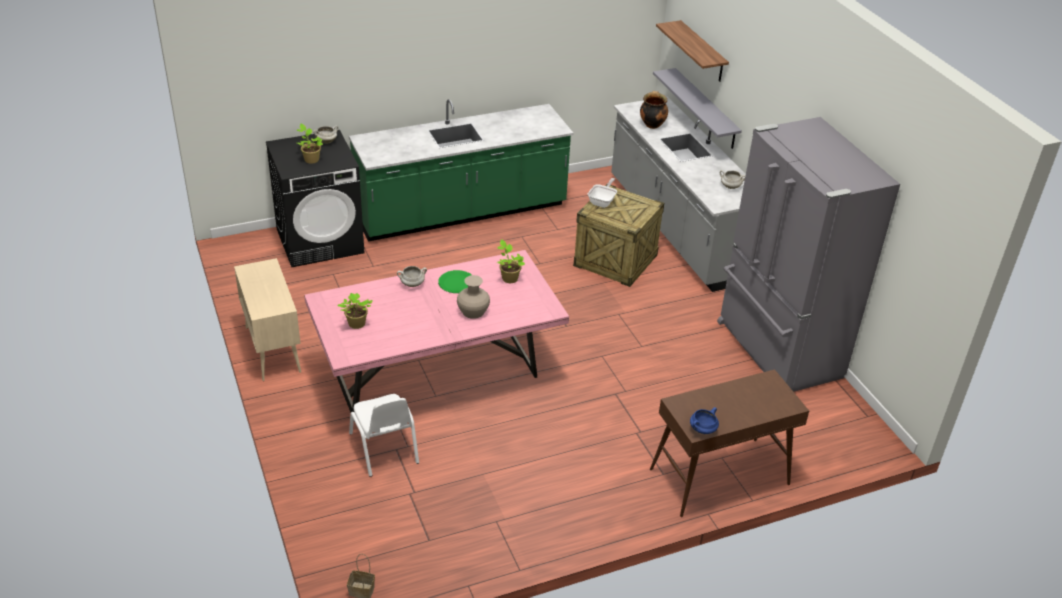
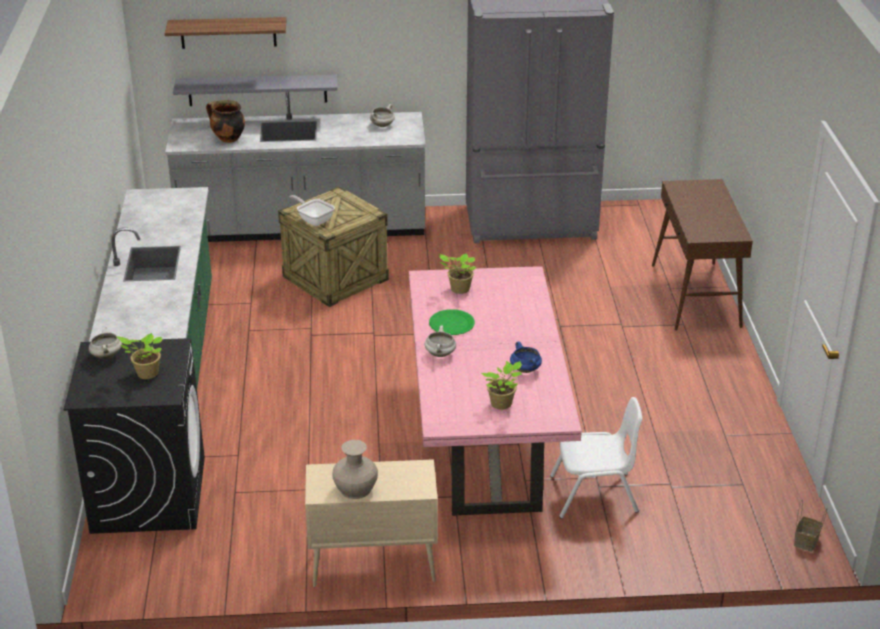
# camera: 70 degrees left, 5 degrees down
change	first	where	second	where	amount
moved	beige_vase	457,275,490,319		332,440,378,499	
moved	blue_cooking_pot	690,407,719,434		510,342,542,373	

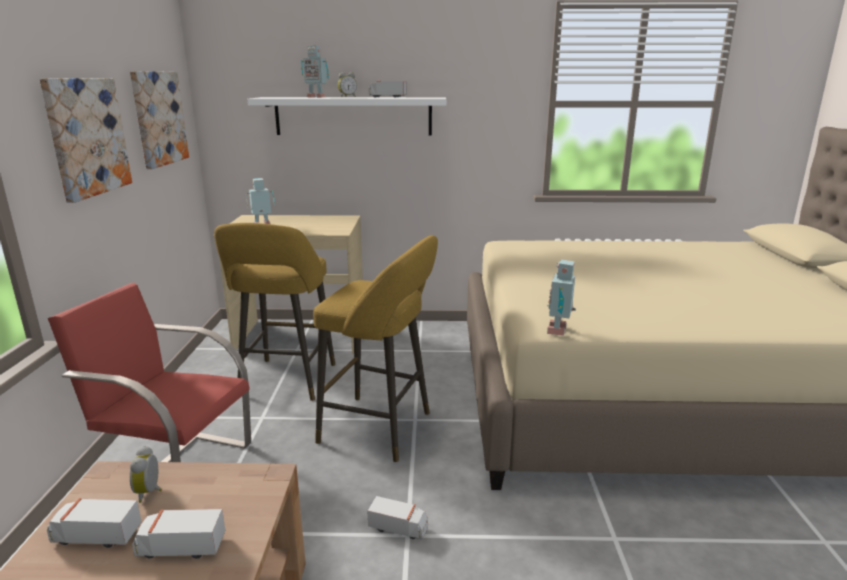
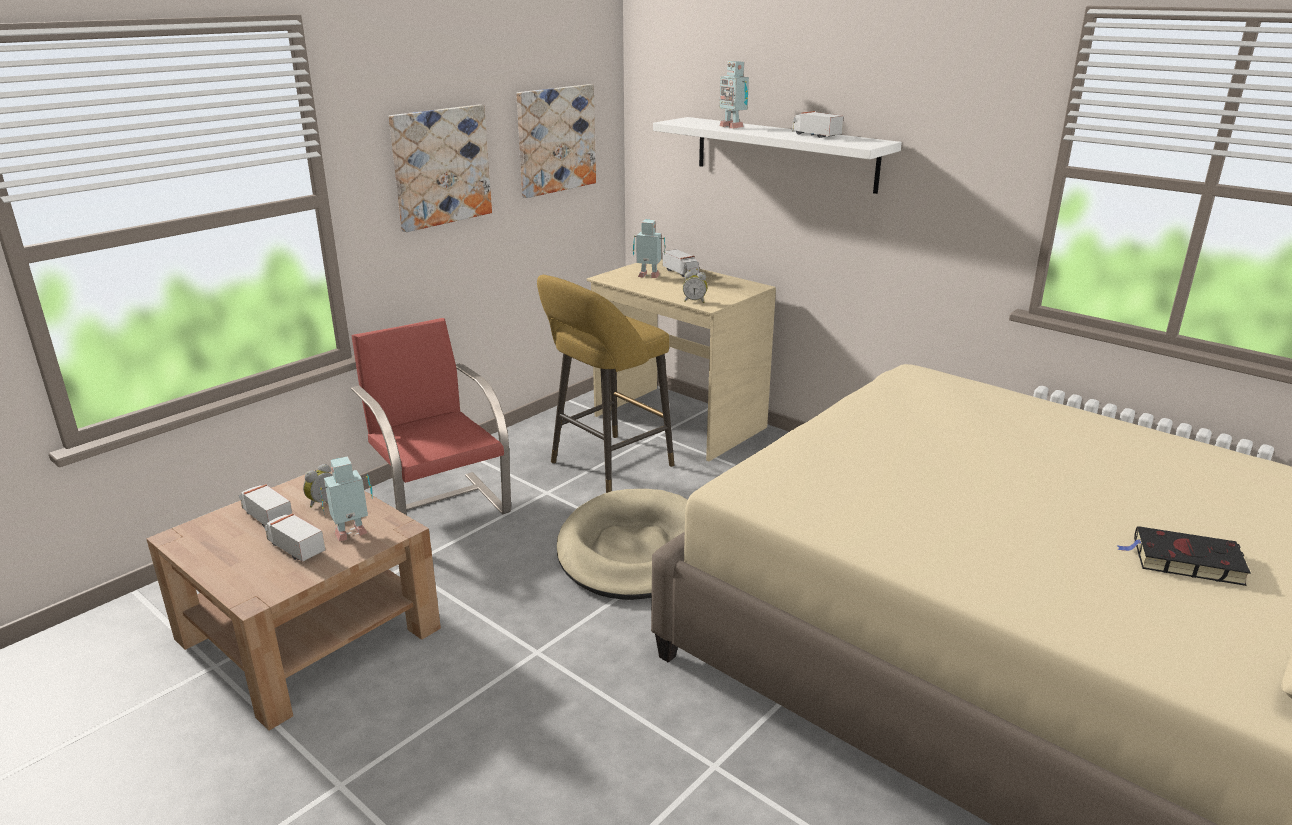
# camera: 40 degrees right, 5 degrees up
change	first	where	second	where	amount
moved	alarm_clock	338,72,357,97		683,271,708,303	
replaced	yellow_stool	313,235,438,462	beige_dog_bed	557,489,687,600	
moved	toy_robot	547,259,576,336		320,456,373,541	
moved	toy_truck	368,496,428,540		663,249,699,277	
added			black_book	1117,526,1251,586	

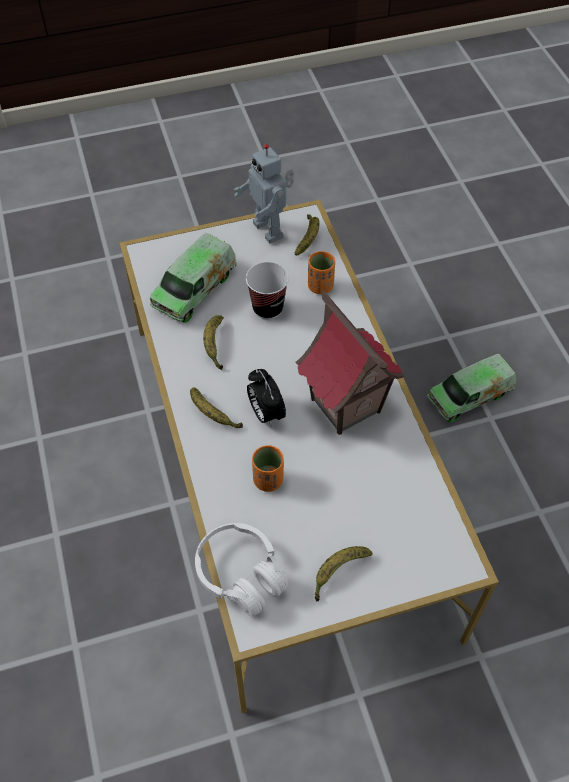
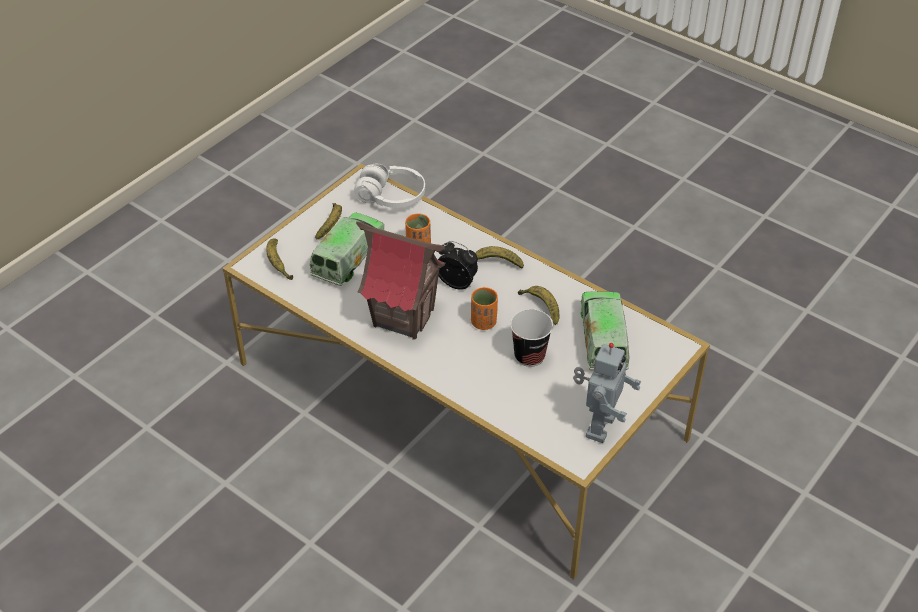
# camera: 145 degrees right, 10 degrees down
change	first	where	second	where	amount
turned	toy_robot	234,144,294,243		573,343,641,443	90 degrees clockwise
moved	banana	295,214,319,255		266,238,293,280	
moved	orange_cup	308,251,335,294		471,287,498,330	
moved	toy_truck	427,354,516,422		310,212,384,286	

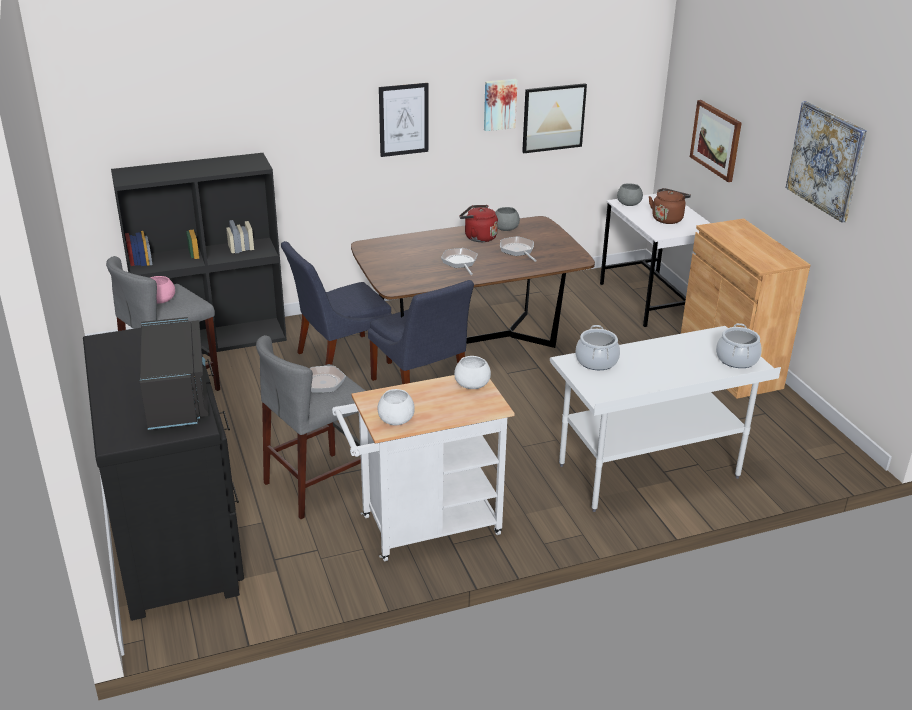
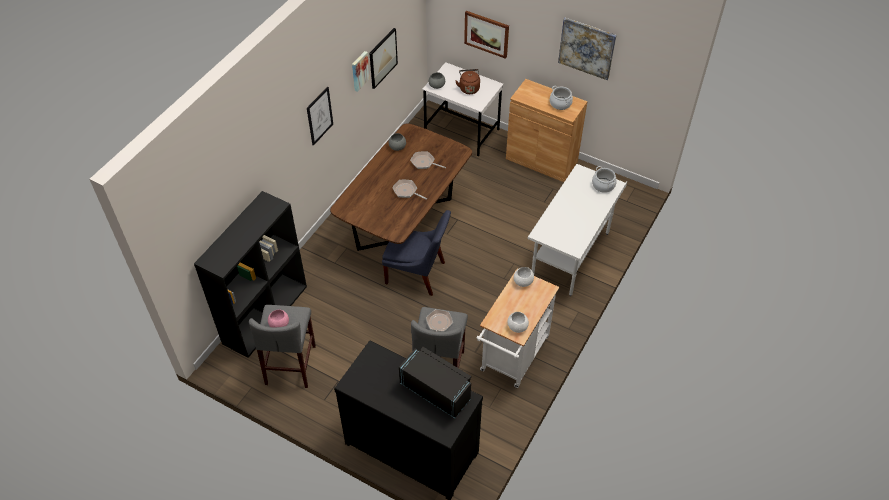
# camera: 40 degrees left, 20 degrees up
change	first	where	second	where	amount
removed	red_kettle	459,205,498,242			
removed	blue_chair	281,241,392,365			
moved	cooking_pot	576,325,620,370		550,86,573,110	

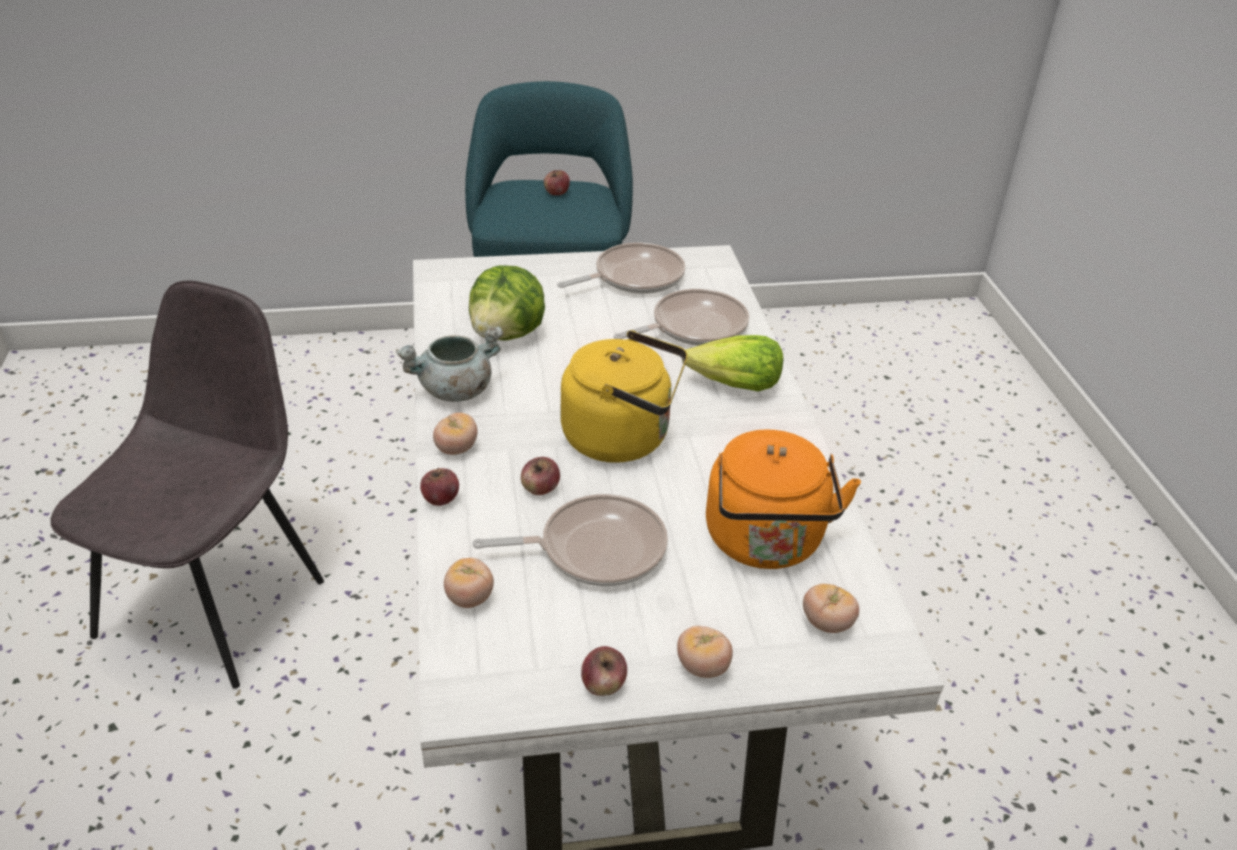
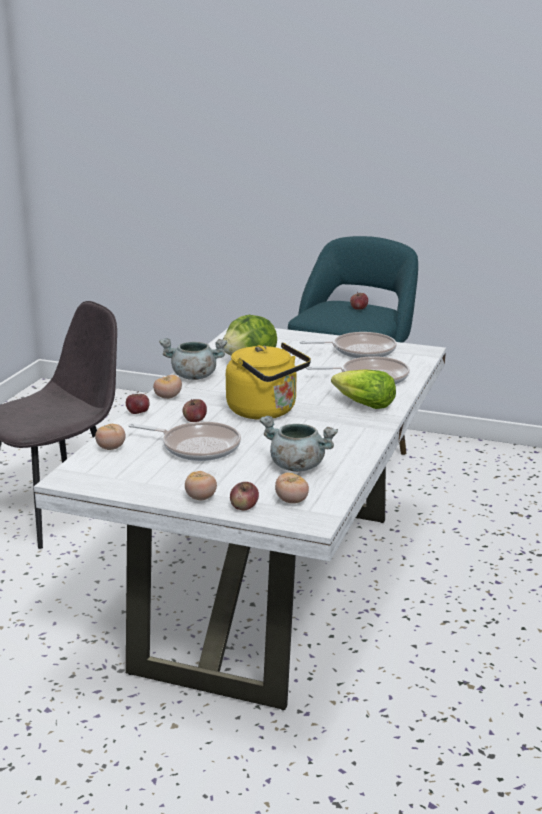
# camera: 30 degrees right, 15 degrees down
change	first	where	second	where	amount
replaced	orange_kettle	706,430,861,569	grey_cooking_pot	259,416,338,472	
moved	apple	581,646,627,696		230,482,259,511	

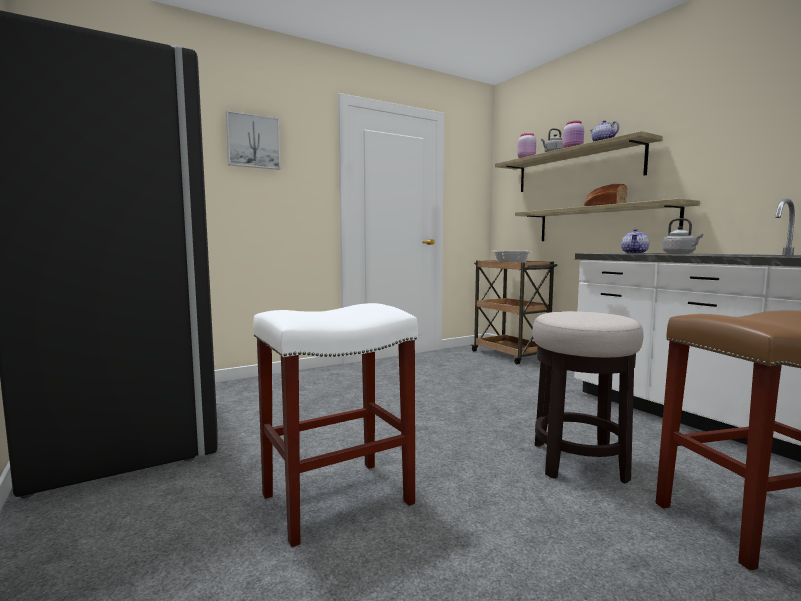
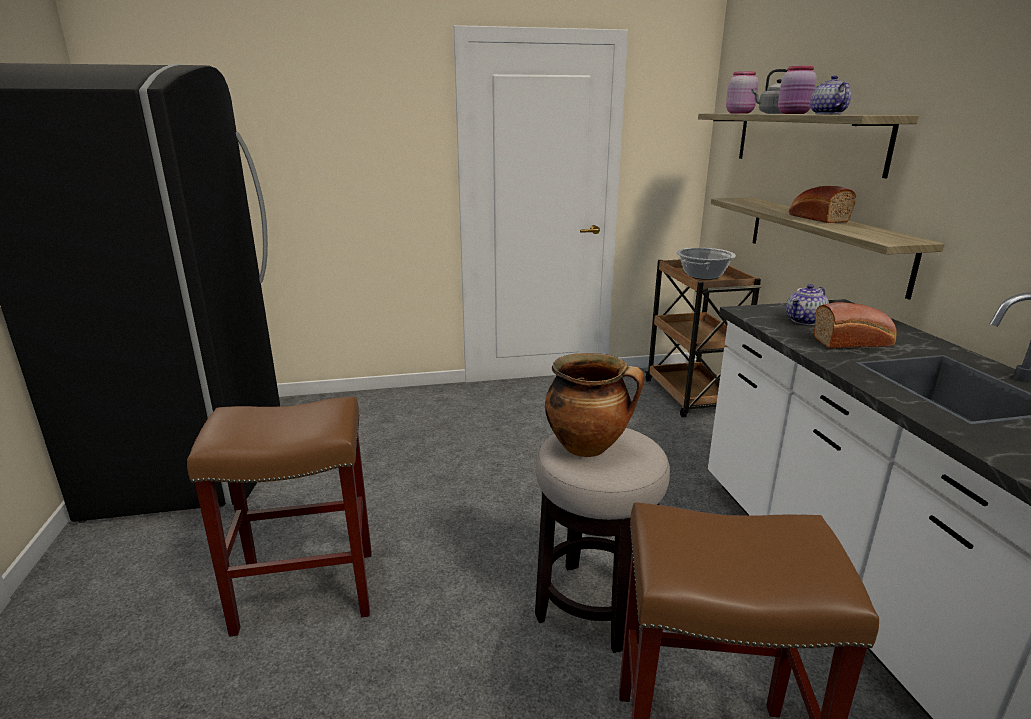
# camera: 20 degrees right, 15 degrees up
change	first	where	second	where	amount
removed	picture	226,111,281,170			
replaced	grey_kettle	663,218,703,254	bread	814,302,897,348	
recoloured	white_stool	253,303,418,547	brown_stool	187,396,371,637	
added			cooking_pot	545,353,644,457	

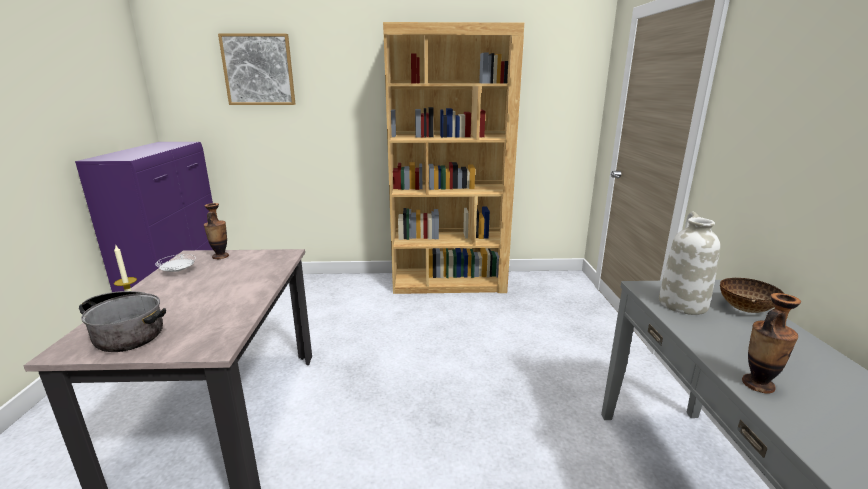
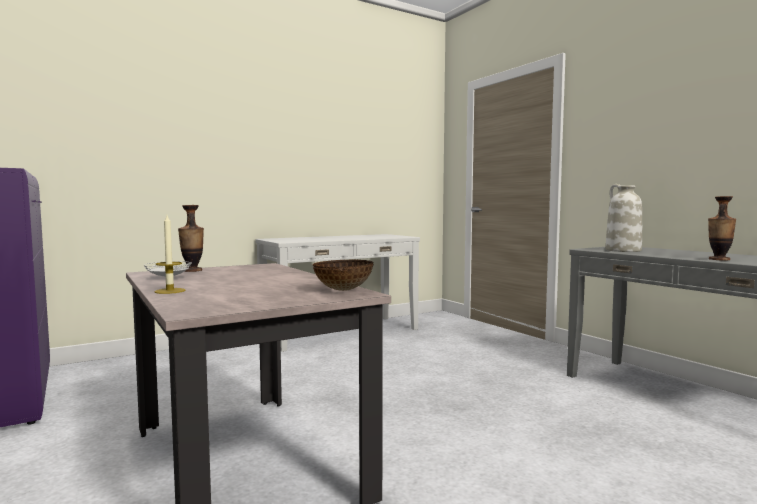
# camera: 30 degrees left, 15 degrees down
change	first	where	second	where	amount
replaced	brown_bookcase	383,22,524,294	white_console_table	255,234,420,352	
removed	picture	218,33,296,105			
moved	bowl	720,278,784,313		312,260,373,291	
removed	cooking_pot	79,291,166,352			

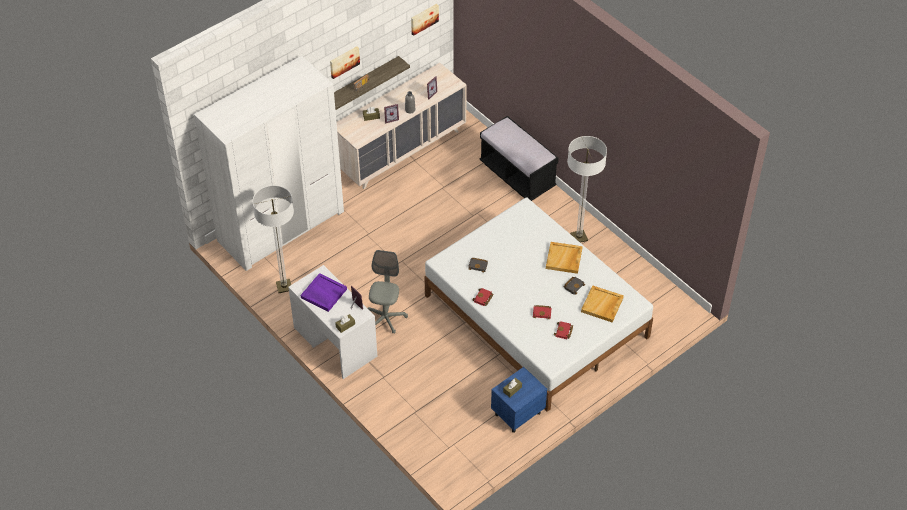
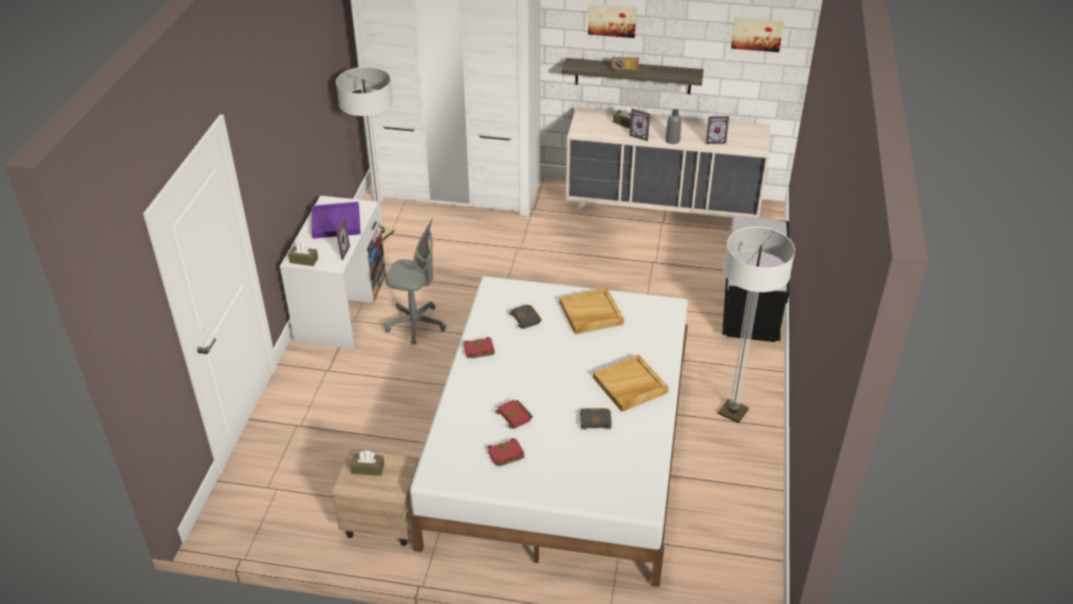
# camera: 50 degrees right, 10 degrees down
change	first	where	second	where	amount
turned	grey_office_chair	368,250,408,334		384,219,446,345	45 degrees clockwise
moved	beige_tray	581,285,624,322		559,288,624,334	
recoloured	blue_nightstand	491,367,547,433	beige_nightstand	332,448,419,546	

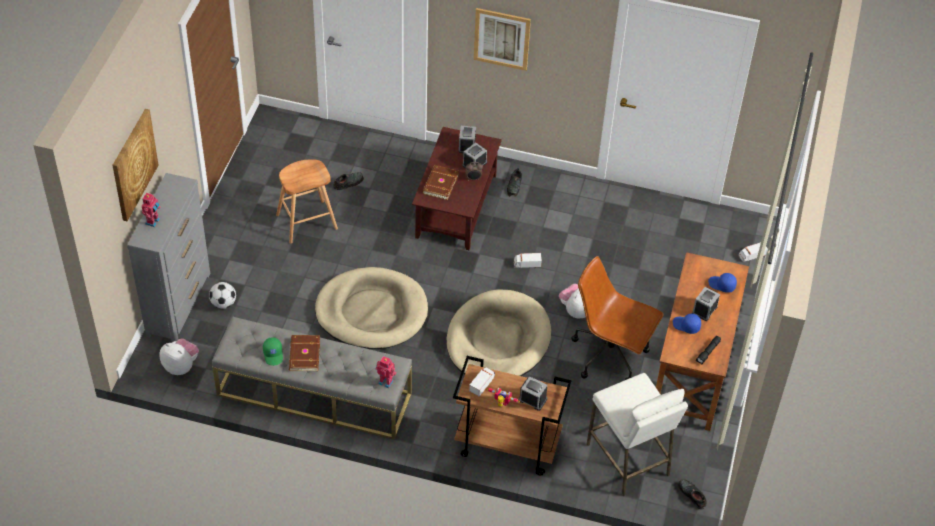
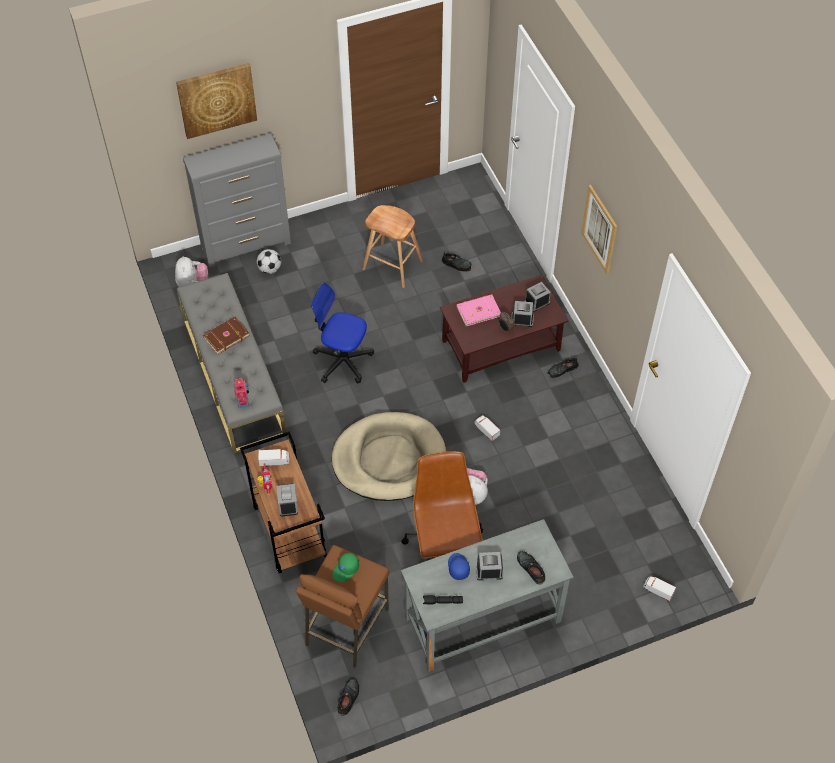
# camera: 55 degrees right, 5 degrees up
change	first	where	second	where	amount
recoloured	brown_book	422,165,459,200	pink_book	456,294,501,326	
removed	toy_robot	142,193,160,227			
recoloured	brown_desk	656,252,749,431	grey_desk	401,519,574,672	
replaced	beige_dog_bed	315,267,428,349	office_chair	311,282,374,383	
replaced	blue_cap	708,273,737,293	black_shoe	517,551,545,584	
moved	green_cap	263,337,283,366		332,553,359,582	
recoloured	white_stool	587,373,688,496	brown_stool	296,545,389,668	

